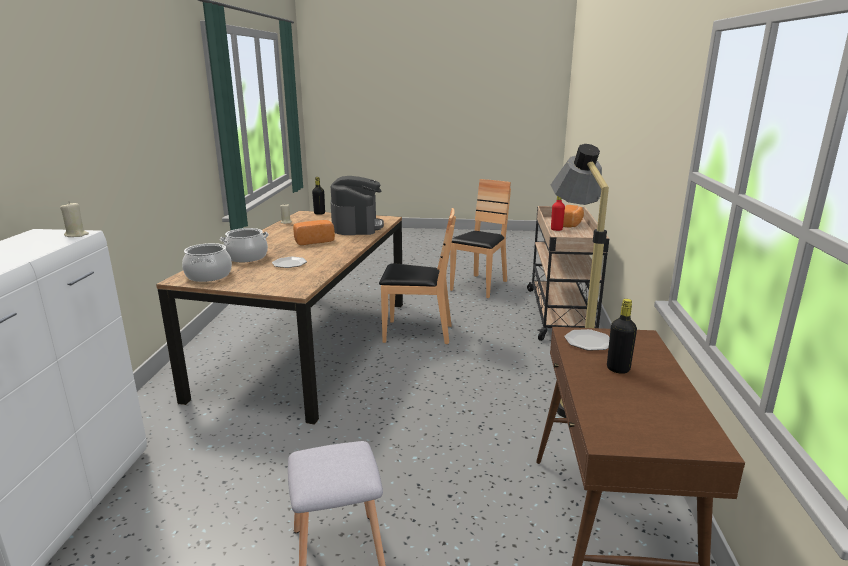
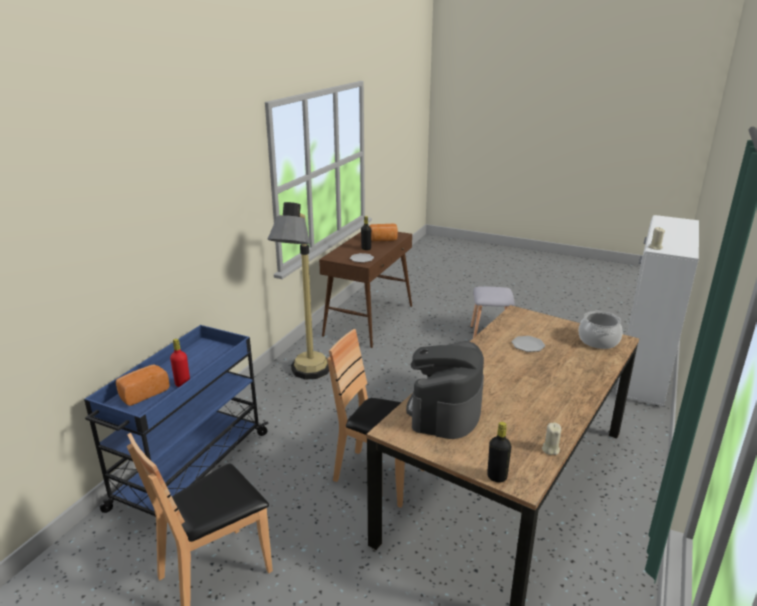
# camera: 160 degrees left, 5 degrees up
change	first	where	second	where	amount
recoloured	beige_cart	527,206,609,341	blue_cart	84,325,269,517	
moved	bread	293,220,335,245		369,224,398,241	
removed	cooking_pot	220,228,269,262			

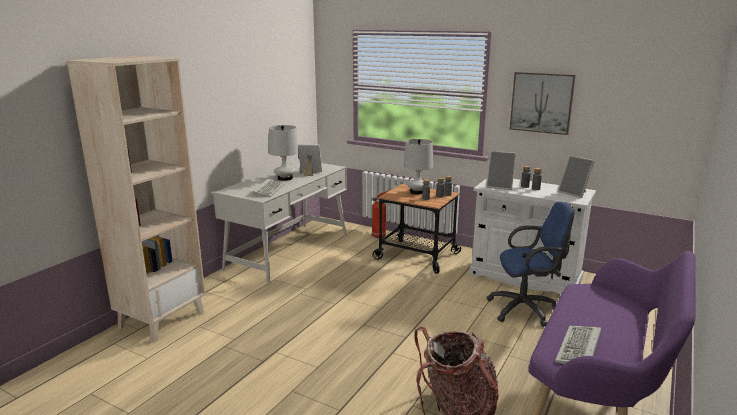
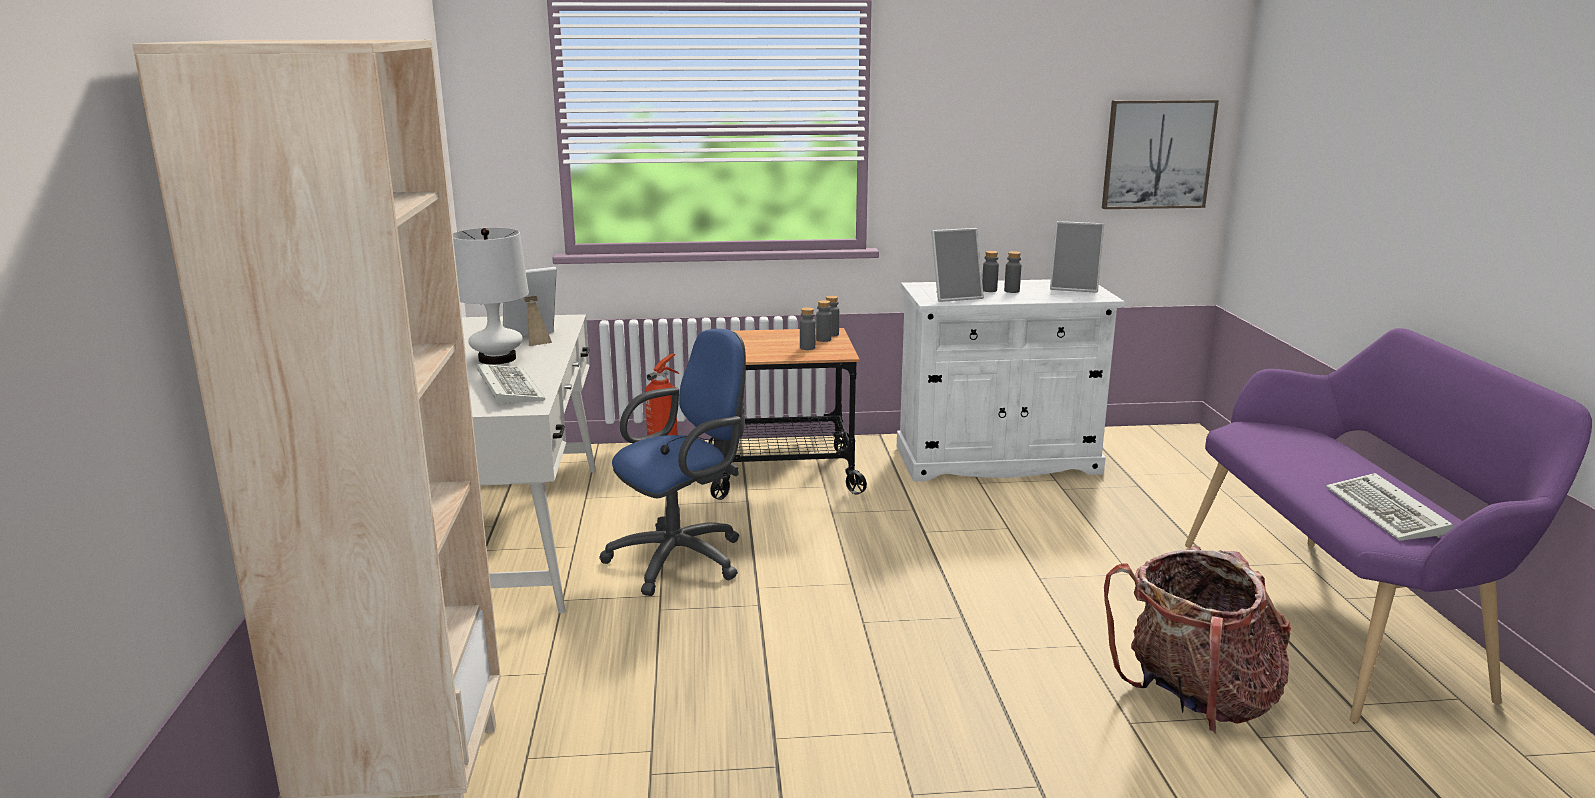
# camera: 35 degrees left, 0 degrees up
change	first	where	second	where	amount
moved	picture	510,72,576,135		1102,100,1219,209	
removed	white_table_lamp	404,139,433,194			
moved	blue_office_chair	487,202,574,327		599,329,746,596	

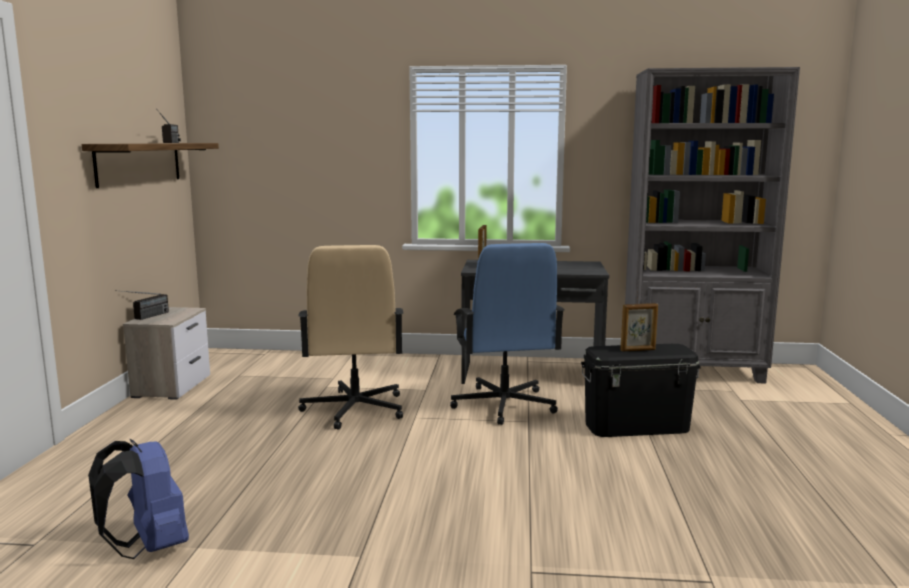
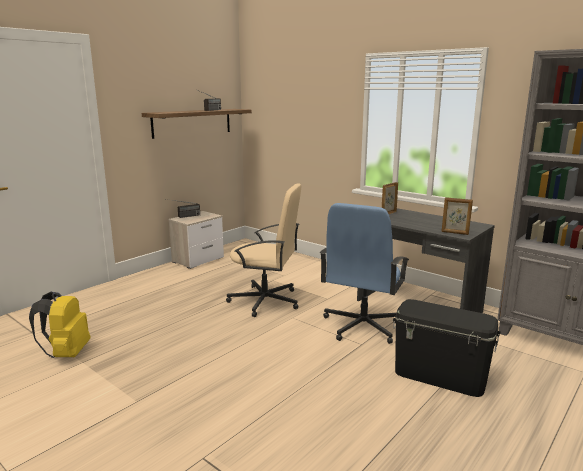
# camera: 35 degrees right, 5 degrees up
change	first	where	second	where	amount
turned	beige_office_chair	298,245,403,429		226,183,301,317	105 degrees counterclockwise
moved	picture_frame	620,303,658,352		441,197,473,235	
recoloured	blue_backpack	88,439,189,559	yellow_backpack	29,292,90,358	

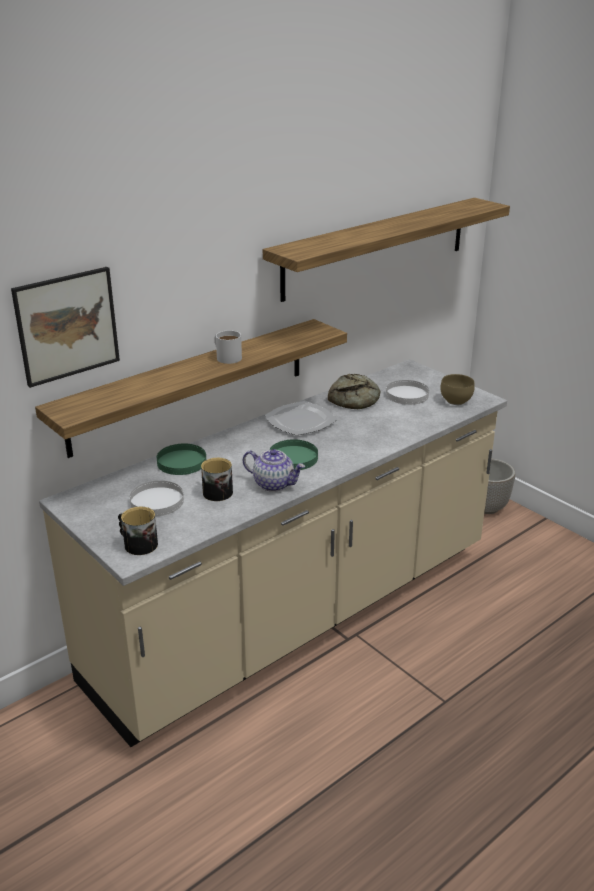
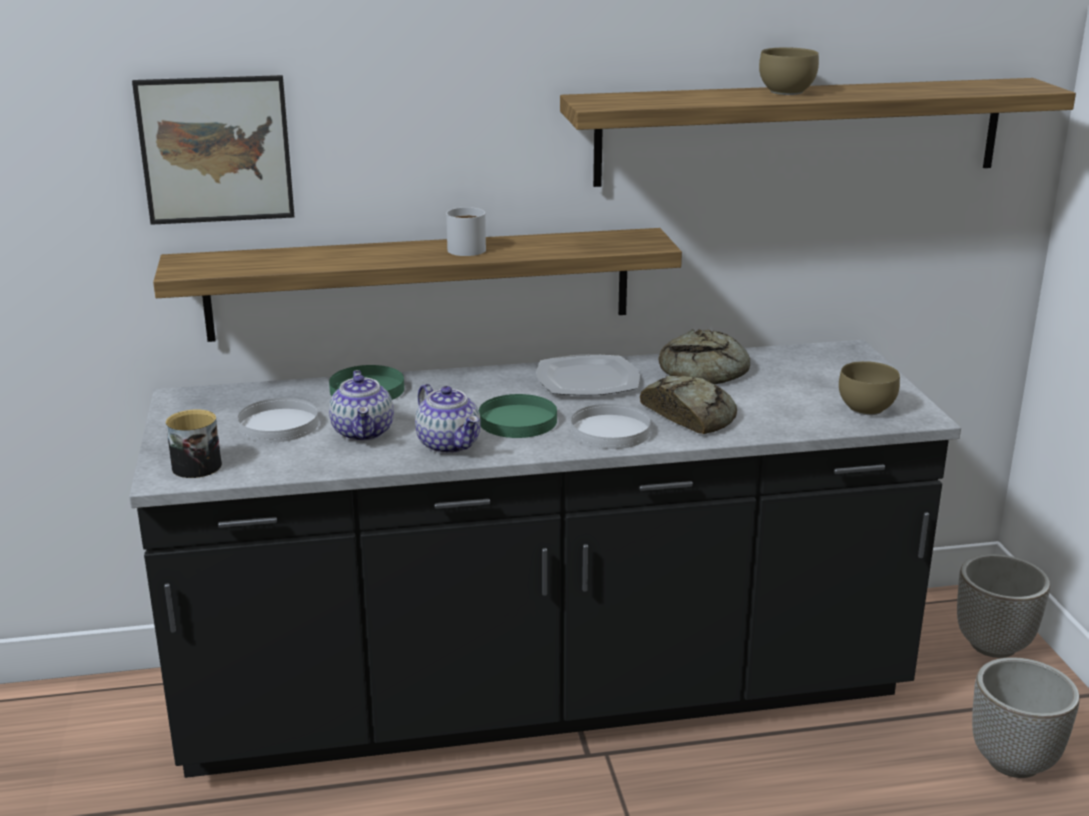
# camera: 30 degrees right, 5 degrees down
change	first	where	second	where	amount
recoloured	beige_counter	39,359,507,747	black_counter	129,340,961,778	
moved	white_plate	386,380,429,405		571,404,651,449	
replaced	mug	201,458,233,501	teapot	329,370,394,441	
added			brown_bowl	759,47,819,95	
added			bread	640,376,737,434	
added			planter	972,657,1080,778	

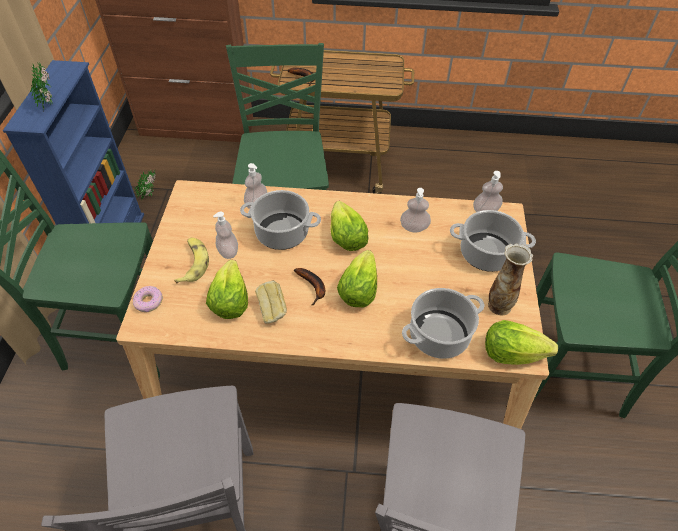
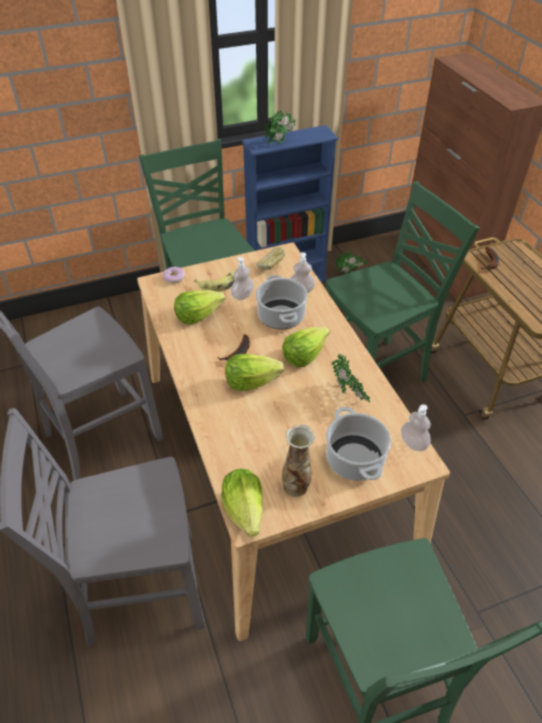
# camera: 65 degrees right, 5 degrees down
change	first	where	second	where	amount
replaced	soap_dispenser	400,188,431,232	potted_plant	331,353,371,403	
moved	bread	255,280,287,324		256,247,286,271	
removed	cooking_pot	402,288,484,359			

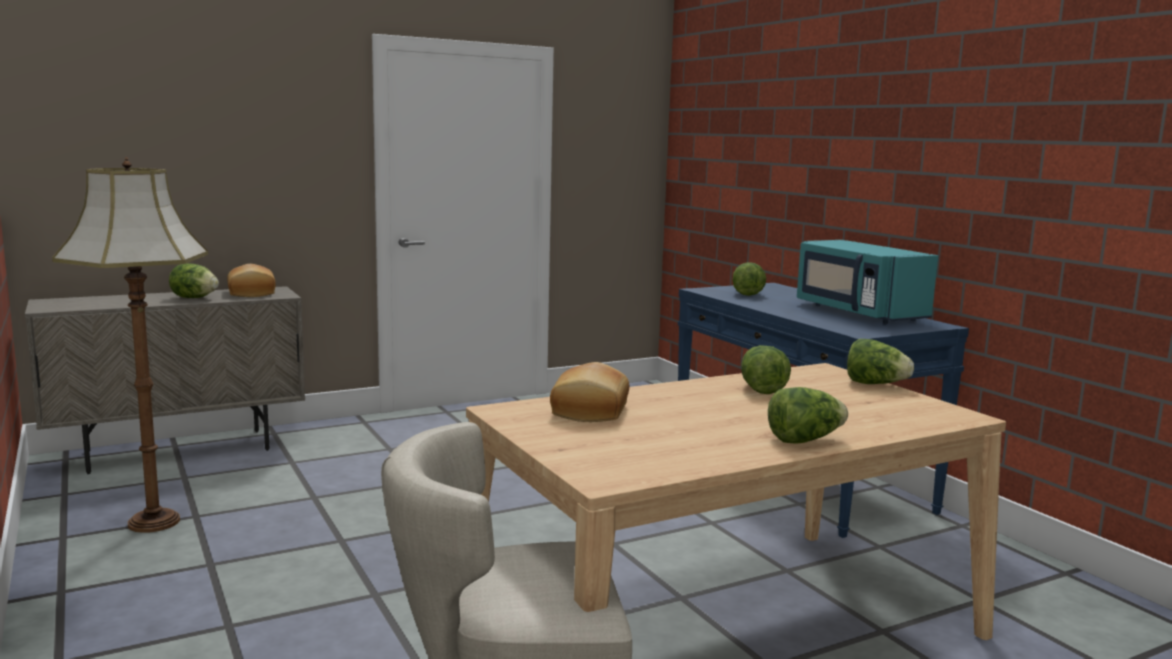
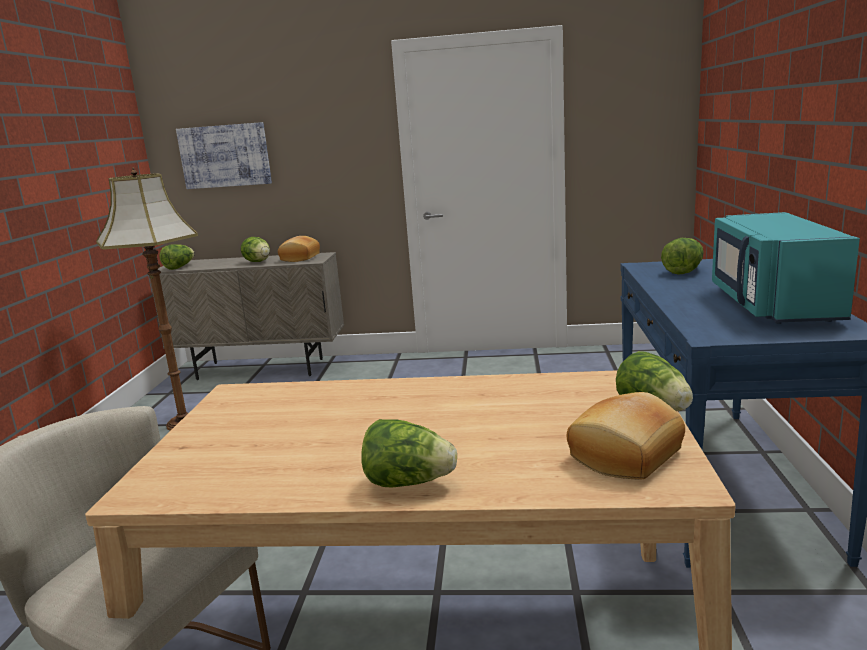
# camera: 35 degrees right, 5 degrees up
change	first	where	second	where	amount
moved	lettuce	741,345,791,394		159,244,195,270	
moved	bread	550,362,629,422		567,392,685,480	
added			picture	176,122,272,189	

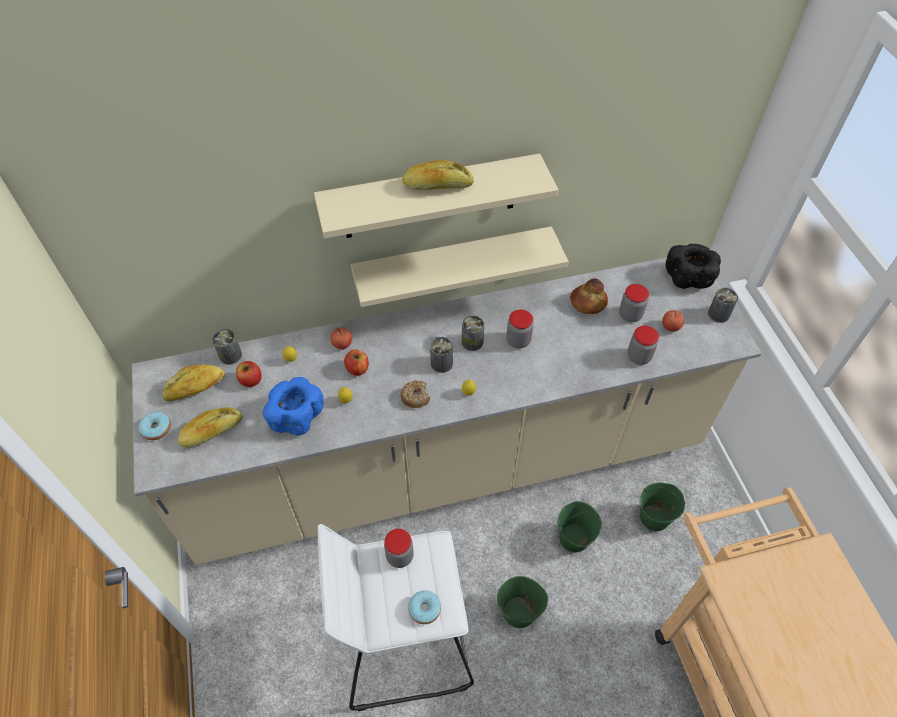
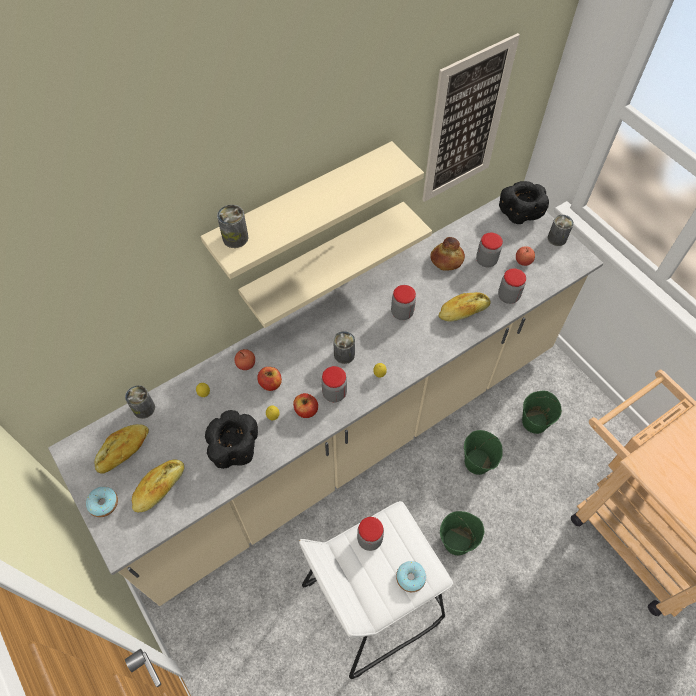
# camera: 20 degrees left, 5 degrees up
change	first	where	second	where	amount
moved	bread	402,160,474,190		439,292,490,322	
moved	can	462,315,484,351		217,205,248,248	
moved	apple	236,361,262,387		293,393,318,418	
recoloured	blue_bowl	263,377,324,435	black_bowl	205,410,258,469	
replaced	donut	401,380,430,409	jar	321,366,347,402	
added			picture	422,33,520,202	

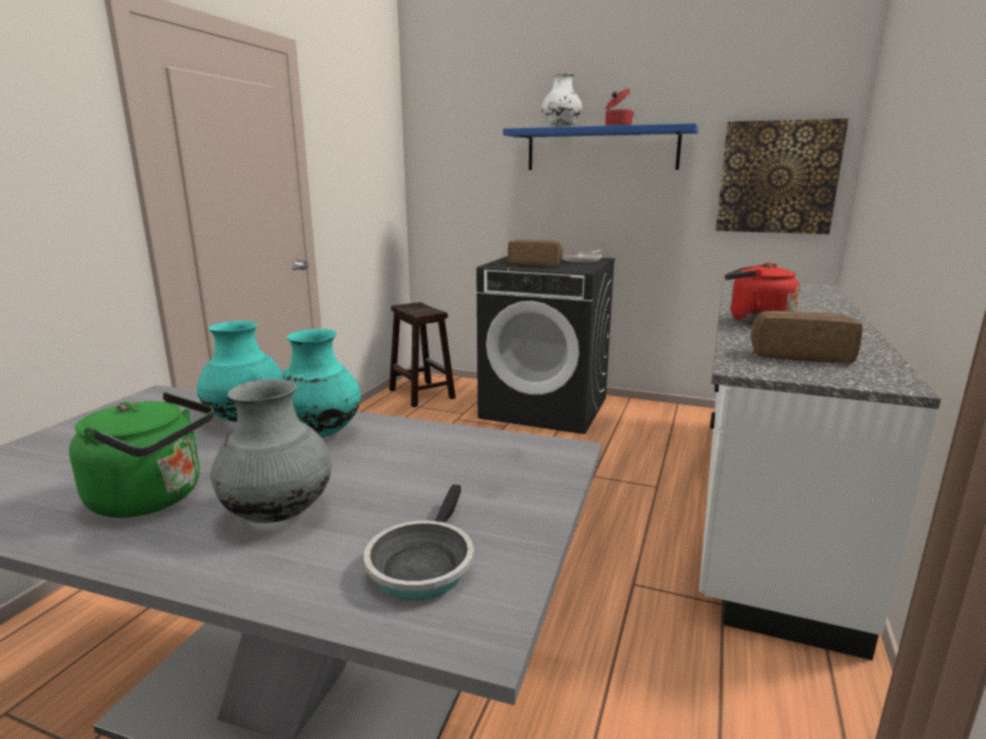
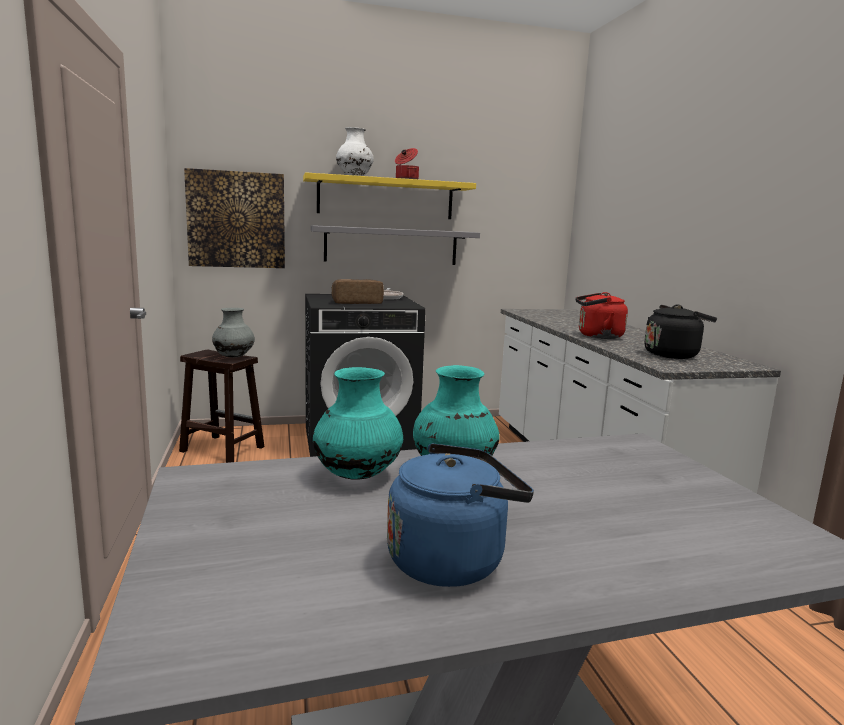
# camera: 35 degrees left, 5 degrees down
change	first	where	second	where	amount
moved	picture	716,118,849,234		184,168,285,268	
recoloured	blue_shelf	503,123,699,170	yellow_shelf	303,172,476,219	
replaced	bread	751,311,863,363	black_kettle	644,304,717,359	
moved	grey_vase	211,379,332,523		212,308,255,357	
recoloured	green_kettle	69,392,214,518	blue_kettle	387,443,534,587	
removed	frying_pan	364,484,474,600			
added			grey_shelf	311,225,480,265	

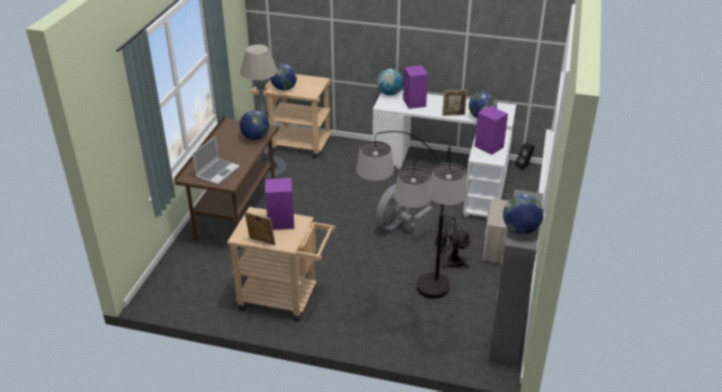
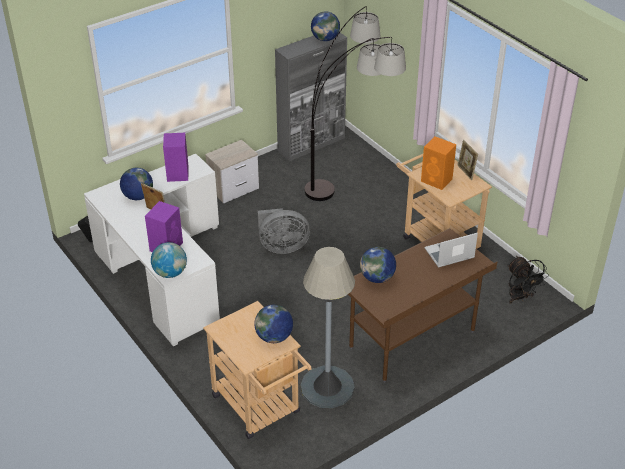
# camera: 140 degrees left, 5 degrees up
change	first	where	second	where	amount
recoloured	purple_speaker	265,178,294,230	orange_speaker	421,136,456,190	
moved	black_fan	433,216,471,269		508,256,549,304	

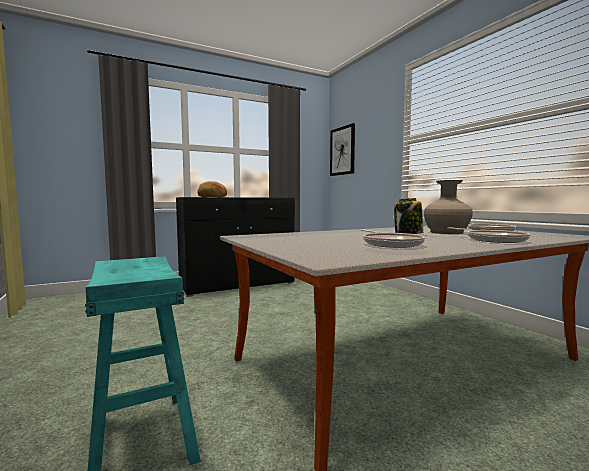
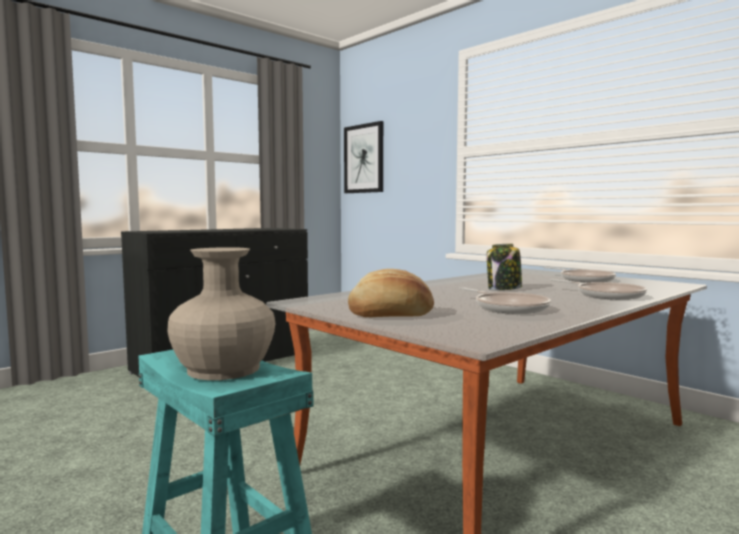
# camera: 15 degrees left, 0 degrees up
change	first	where	second	where	amount
moved	beige_vase	424,180,473,234		168,247,275,380	
moved	bread	197,181,227,197		348,269,434,317	

